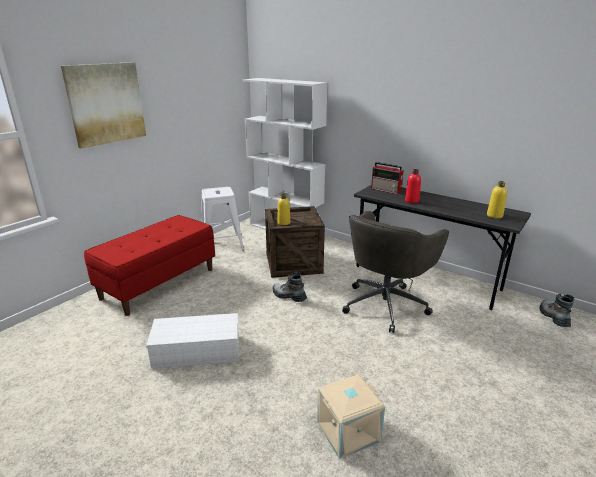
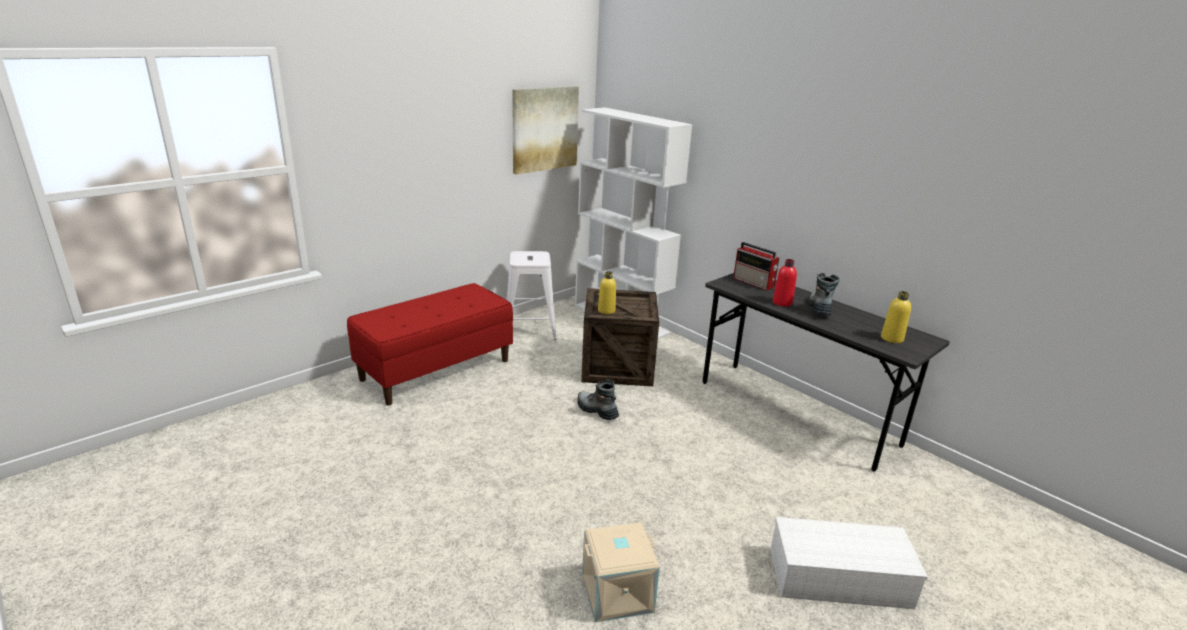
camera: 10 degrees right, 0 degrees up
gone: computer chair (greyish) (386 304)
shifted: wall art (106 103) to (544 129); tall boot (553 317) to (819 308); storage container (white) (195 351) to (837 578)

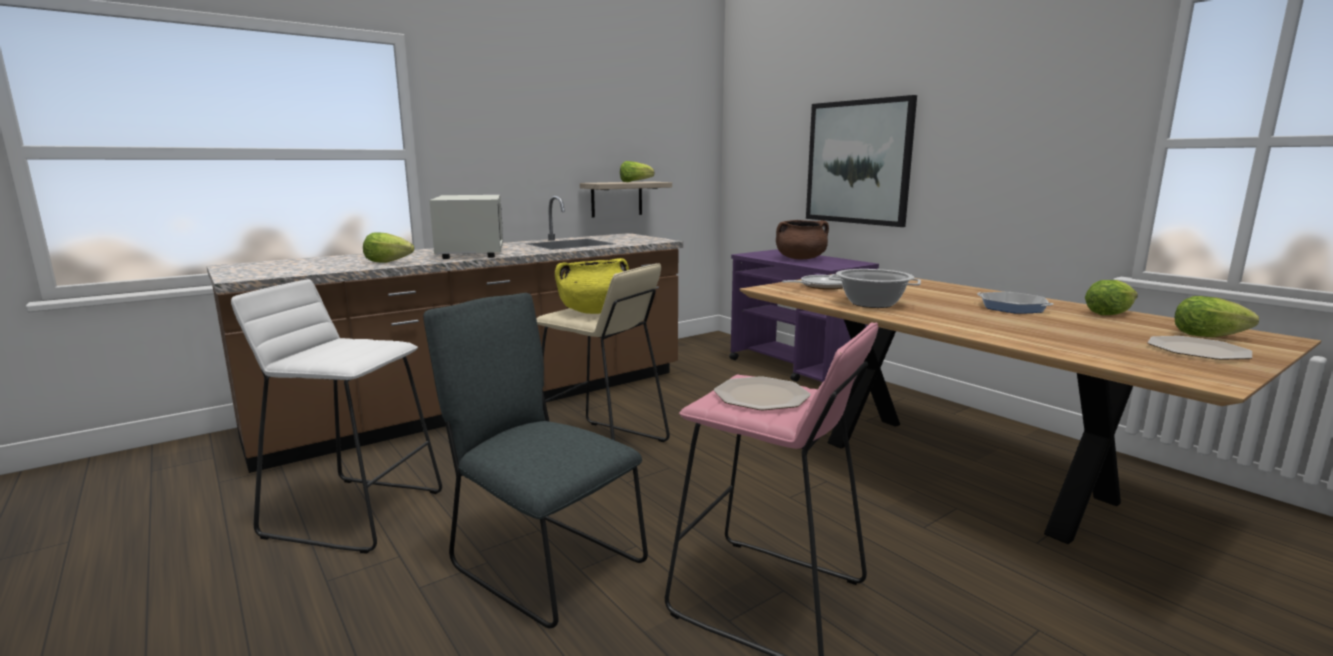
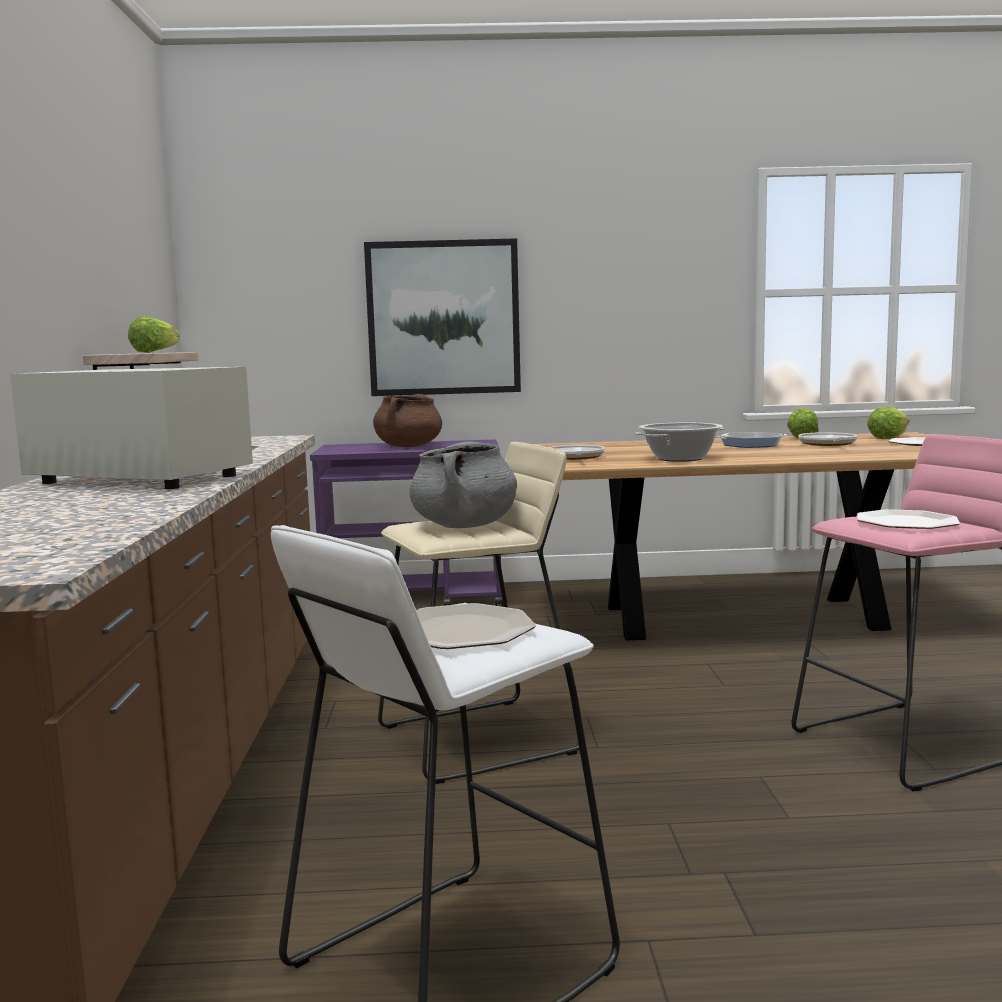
camera: 55 degrees left, 5 degrees down
gone: head of lettuce (387 262); upright chair (greyish) (541 562)
new: pan (828 444); dinner plate (460 631)
repainted: cooking pot (yellowish) (594 312) to cooking pot (greyish) (464 526)

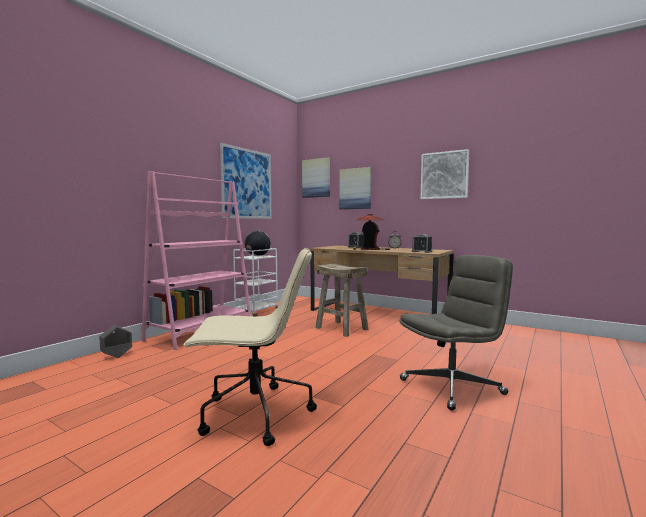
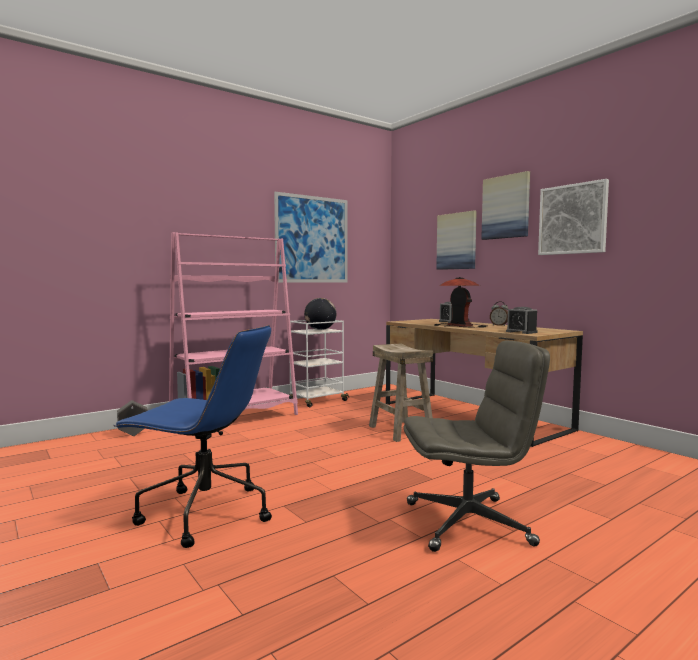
camera: 20 degrees right, 0 degrees up
shifted: wall art (316 178) to (506 207)
repainted: computer chair (beige-coloured) (254 414) to computer chair (bluish) (203 513)

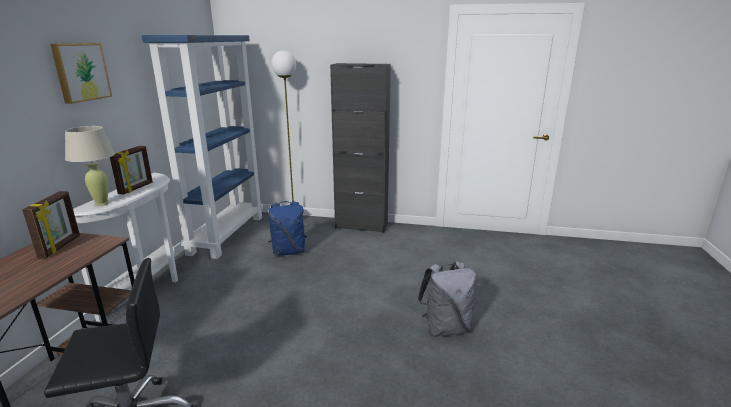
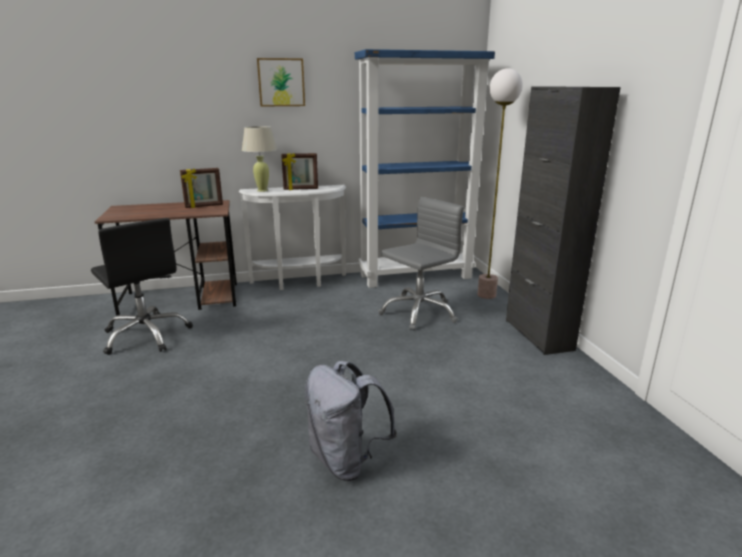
camera: 65 degrees right, 0 degrees up
swapped: rucksack (bluish) (288 251) to computer chair (greyish) (418 312)

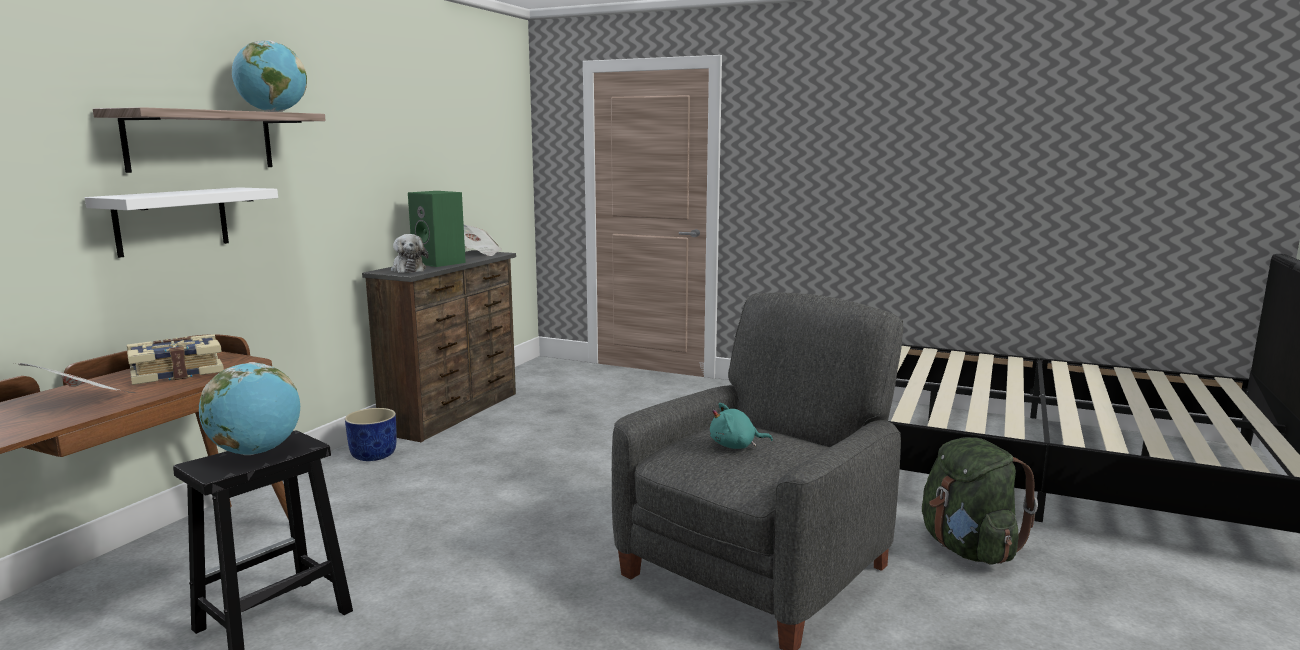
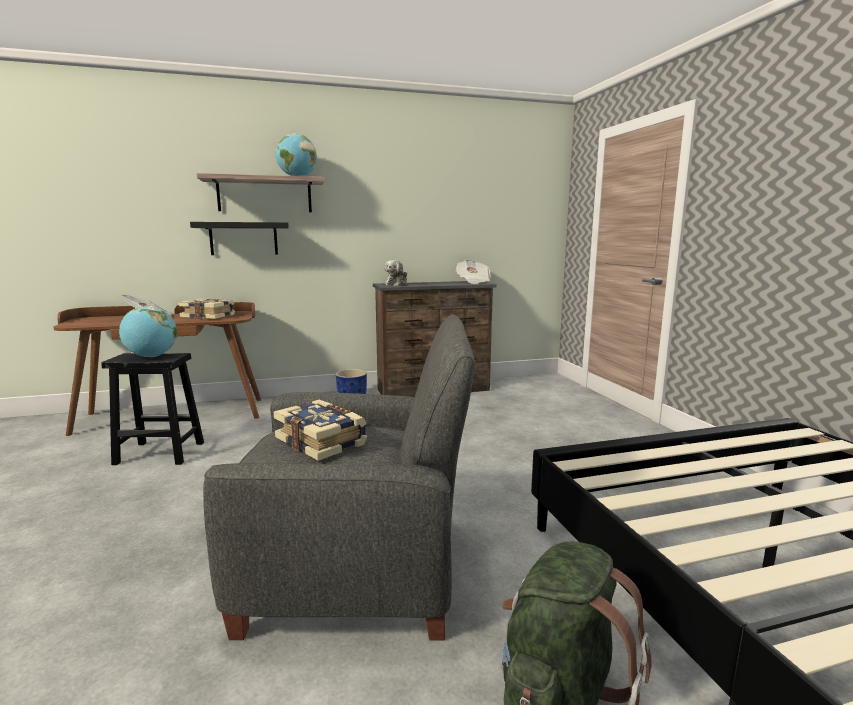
camera: 50 degrees right, 0 degrees up
gone: speaker (green-coloured) (440 263)
swapped: soft toy (turquoise) (736 446) to volume (322 441)
repainted: wall shelf (white) (172 221) to wall shelf (blackish) (243 238)

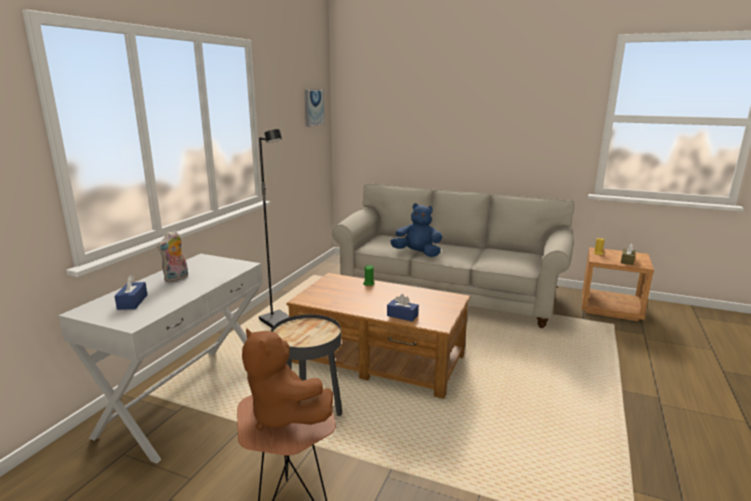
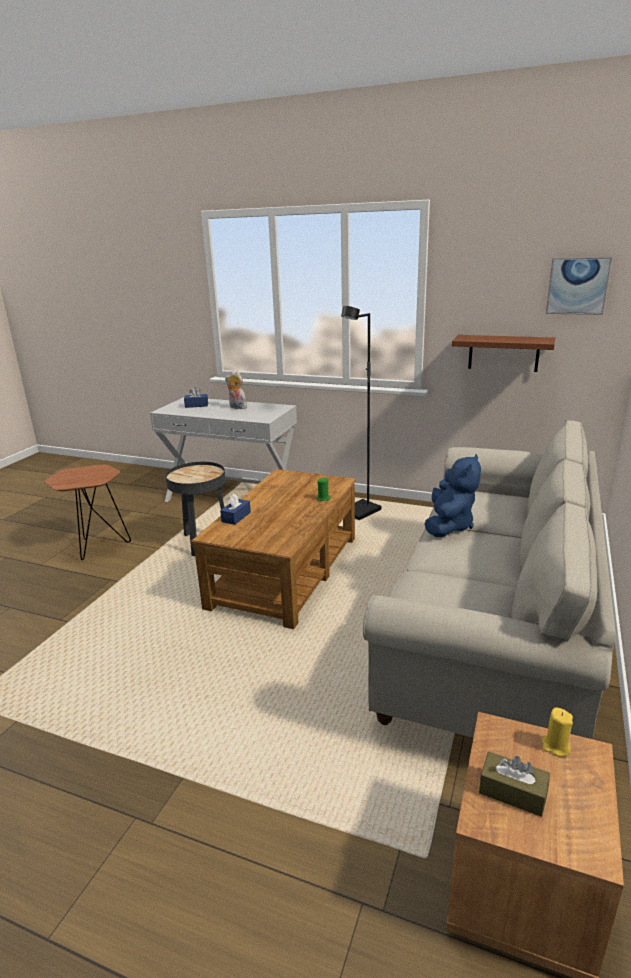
camera: 90 degrees right, 5 degrees up
gone: soft toy (brown-coloured) (283 415)
new: wall shelf (brown-coloured) (503 353)

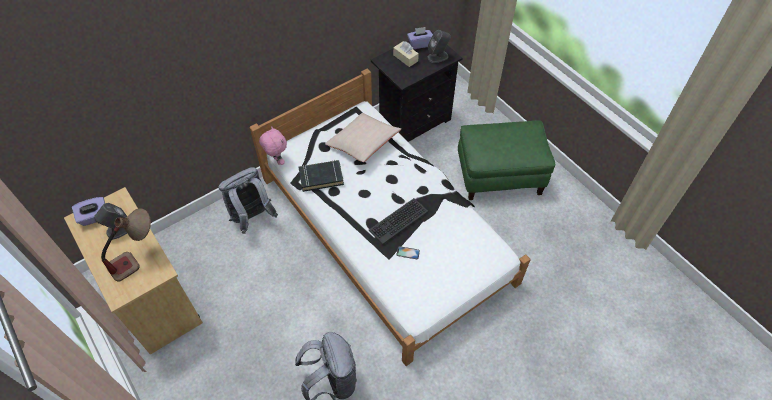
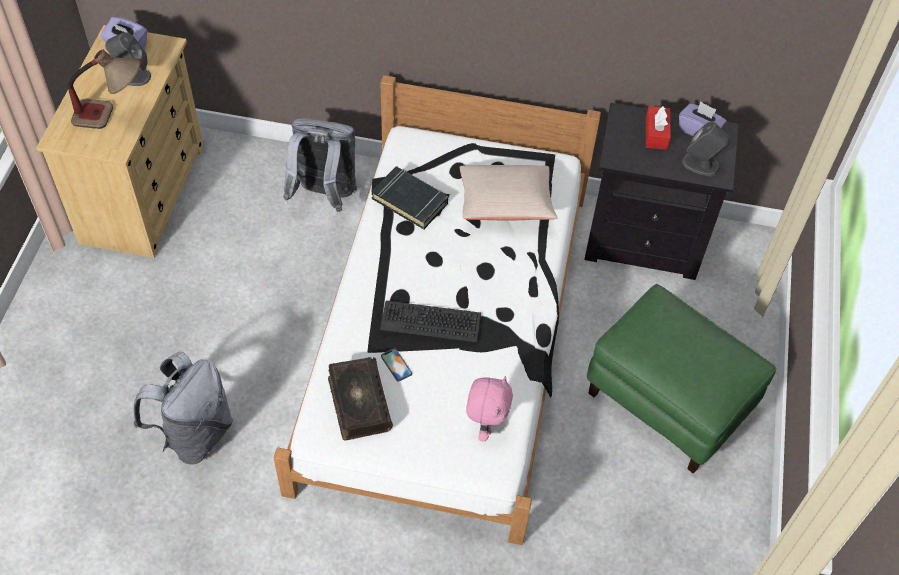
camera: 45 degrees right, 0 degrees up
new: volume (358 403)
shifted: soft toy (pinkish) (277 160) to (485 426)
repainted: box of tissues (beige-coloured) (405 58) to box of tissues (red-coloured) (656 133)

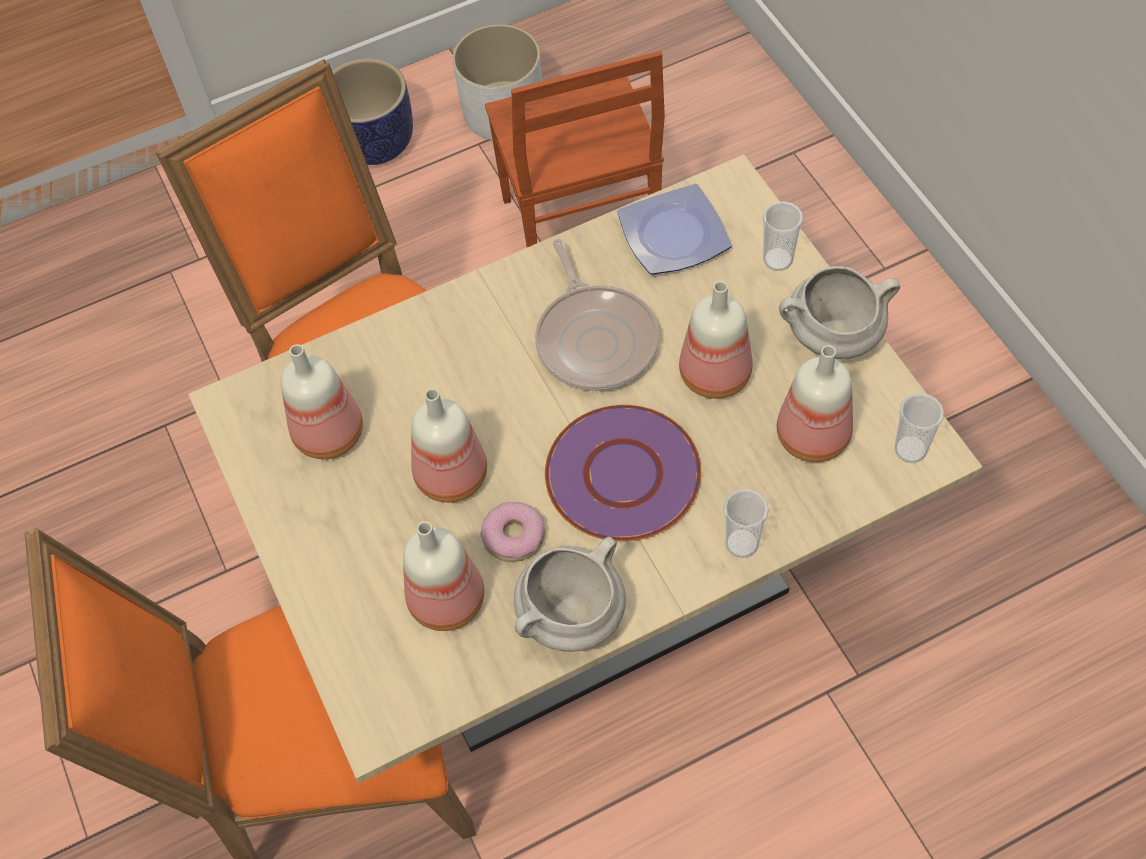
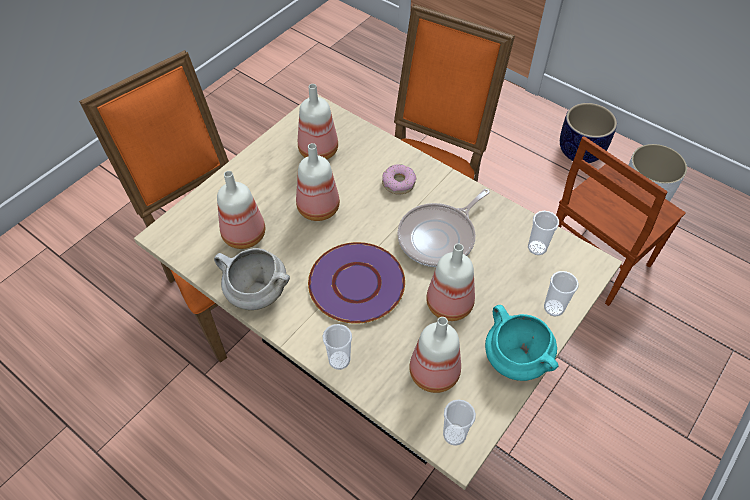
camera: 60 degrees right, 5 degrees down
shifted: doughnut (514 537) to (398 183)
swapped: dinner plate (674 233) to drinking cup (537 248)
repainted: cooking pot (white) (832 336) to cooking pot (turquoise) (514 358)

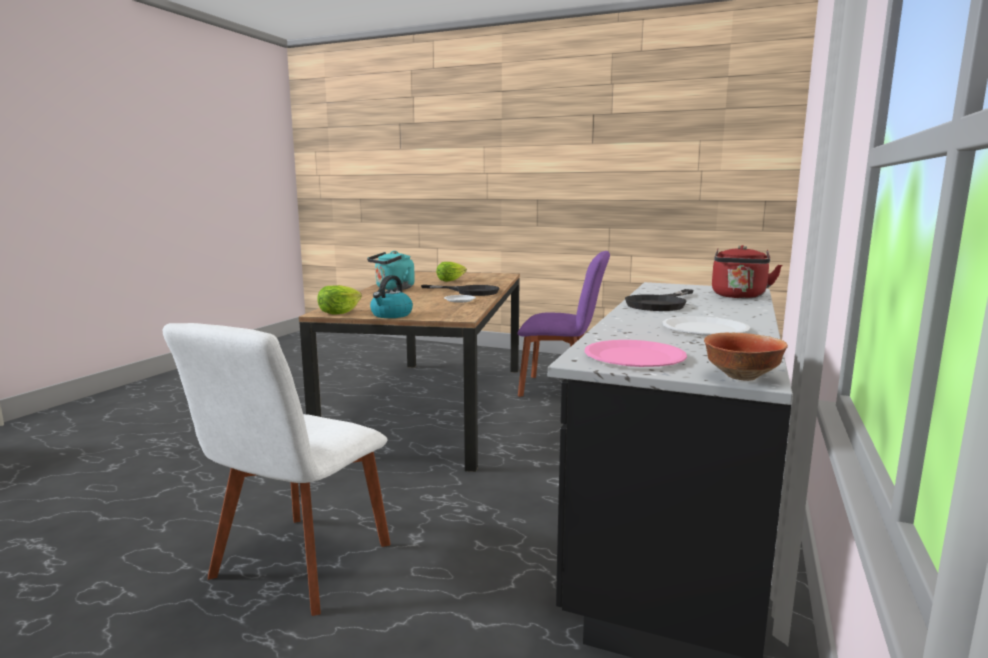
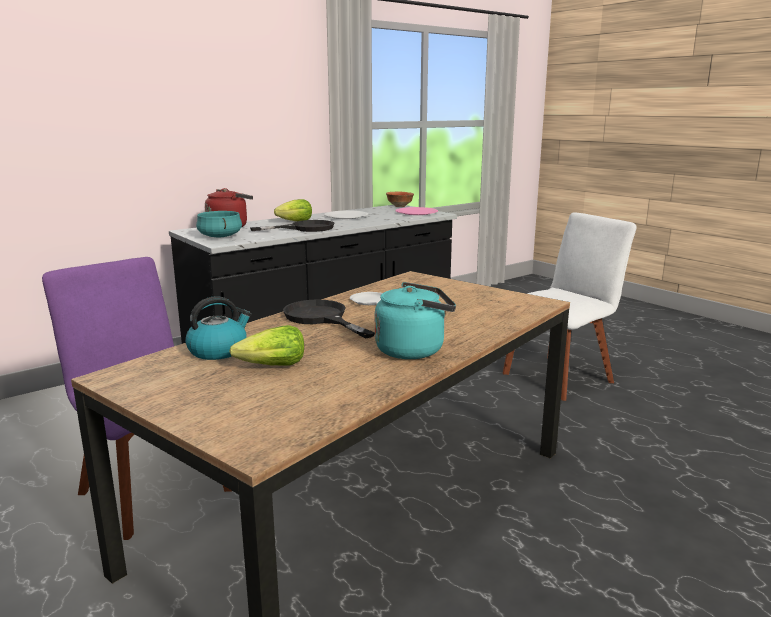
camera: 150 degrees left, 5 degrees up
new: cooking pot (turquoise) (219 236)
shifted: water kettle (391 315) to (218 350); head of lettuce (339 312) to (295 222)

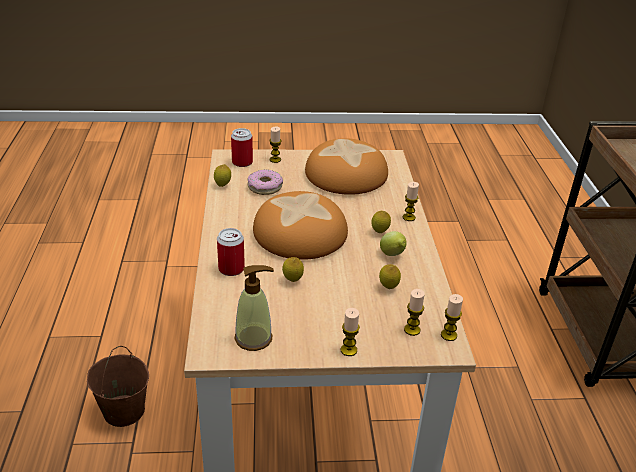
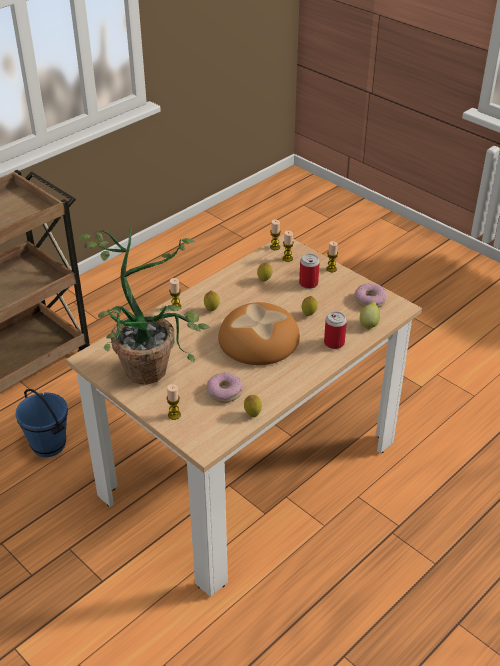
camera: 130 degrees left, 5 degrees up
gone: water bucket (brown-coloured) (123 411)
new: water bucket (bluish) (49 445)
shifted: can (242 162) to (308 283); whole lemon (392 255) to (369 324)
swapped: baked bread (346 175) to potted plant (151 363); soap dispenser (254 338) to doughnut (370 300)

